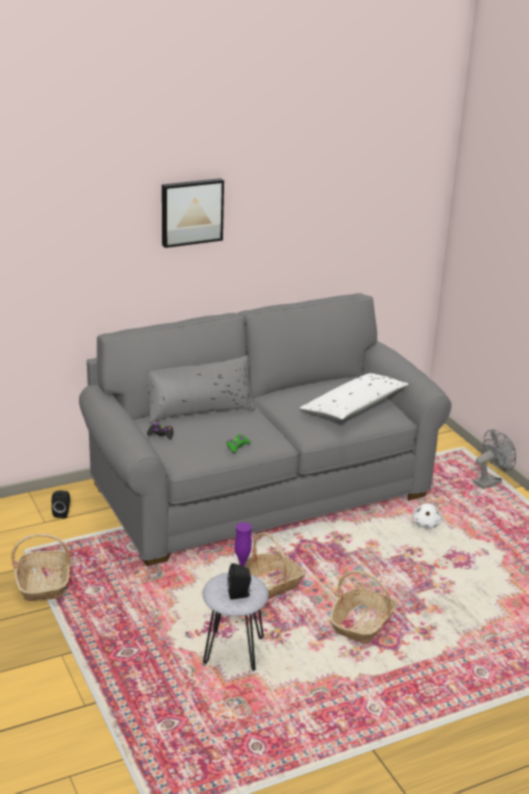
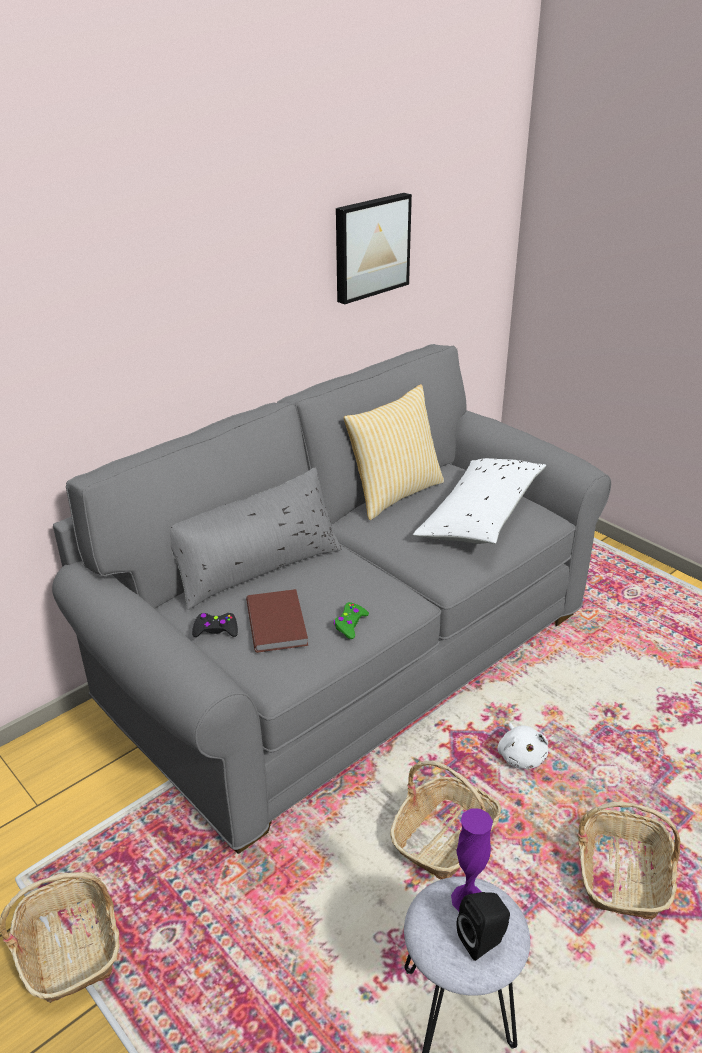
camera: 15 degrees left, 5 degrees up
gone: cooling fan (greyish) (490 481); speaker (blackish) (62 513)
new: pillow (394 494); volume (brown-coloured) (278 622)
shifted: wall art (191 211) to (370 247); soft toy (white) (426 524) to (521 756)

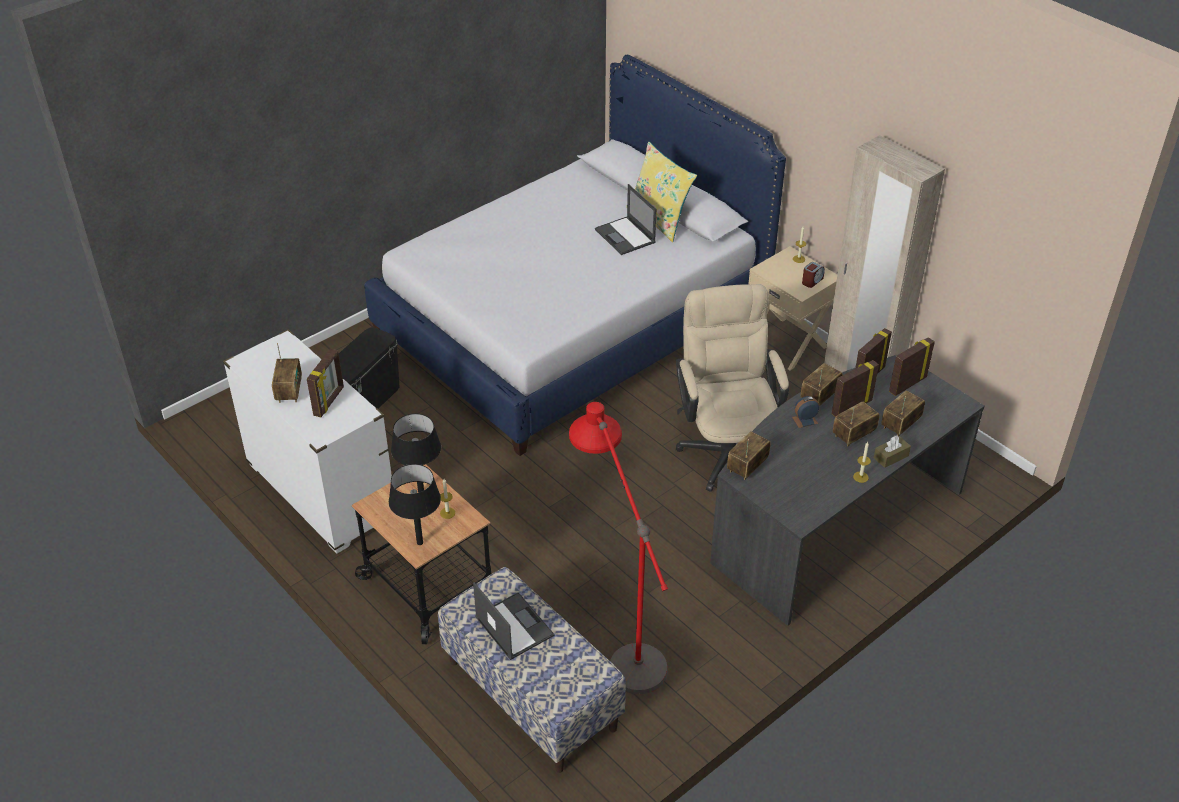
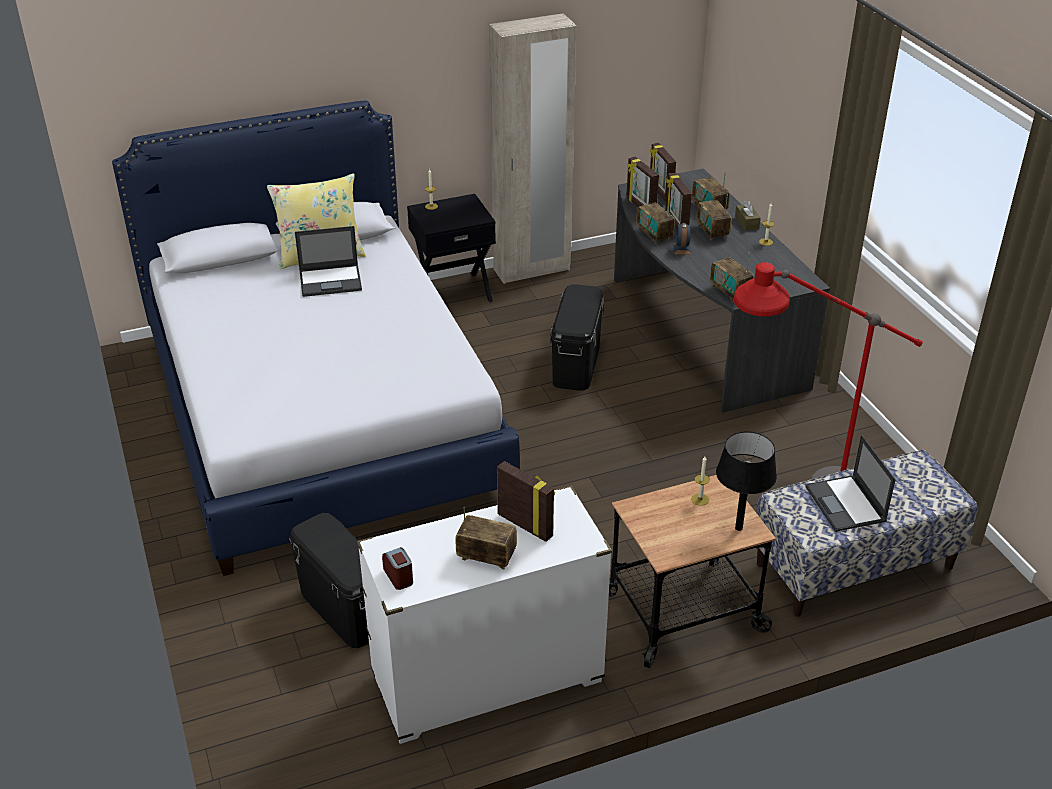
camera: 70 degrees left, 5 degrees down
gone: lamp for a table (blackish) (421 491)
shifted: table clock (812 281) to (399 576)
swapped: computer chair (beige-coloured) (726 447) to storage container (blackish) (576 364)
repainted: nightstand (beige-coloured) (787 343) to nightstand (blackish) (453 292)
rotated: notebook computer (513 626) = (846 504) 90 degrees counterclockwise

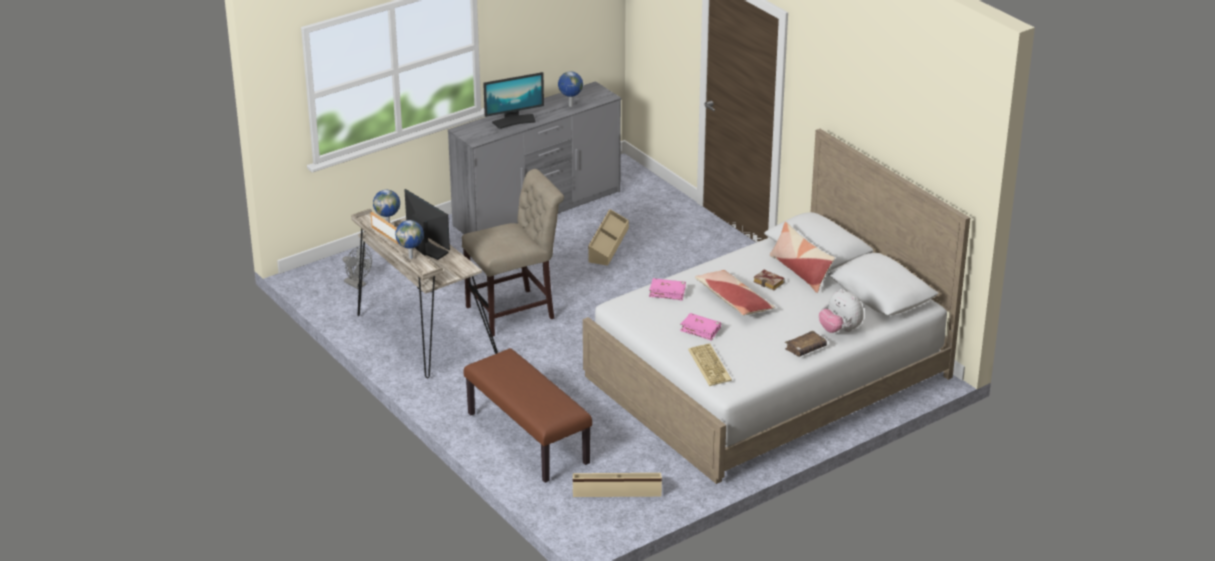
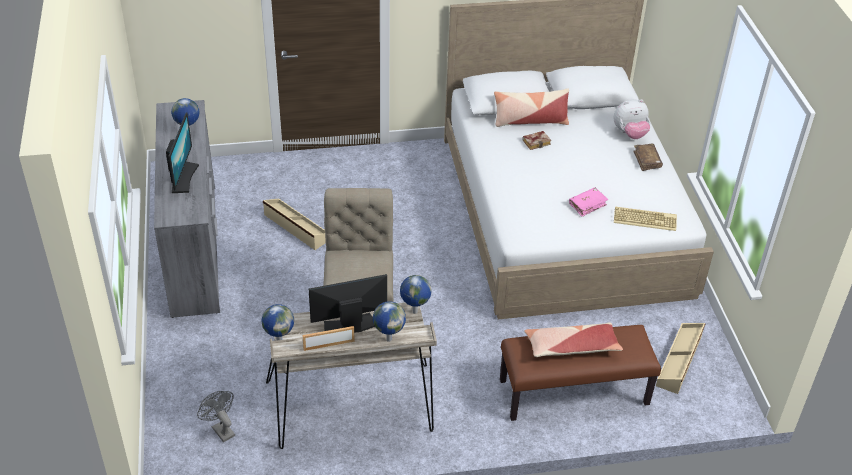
camera: 65 degrees left, 10 degrees up
gone: volume (pinkish) (667 293)
new: desk globe (414 312)
shifted: pillow (733 300) to (571 347)
rotated: cooling fan (greyish) (358 285) = (220 429) 105 degrees counterclockwise

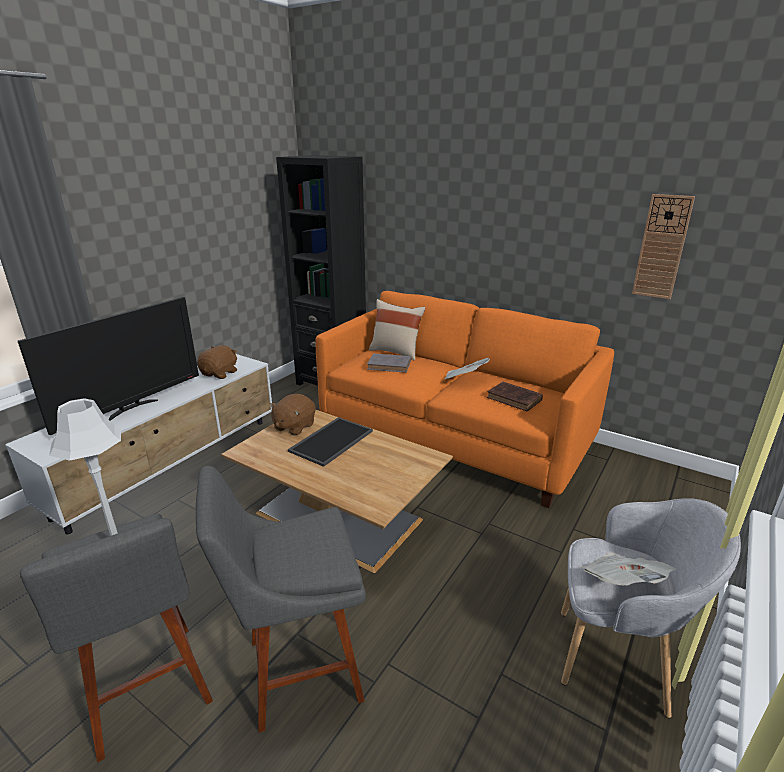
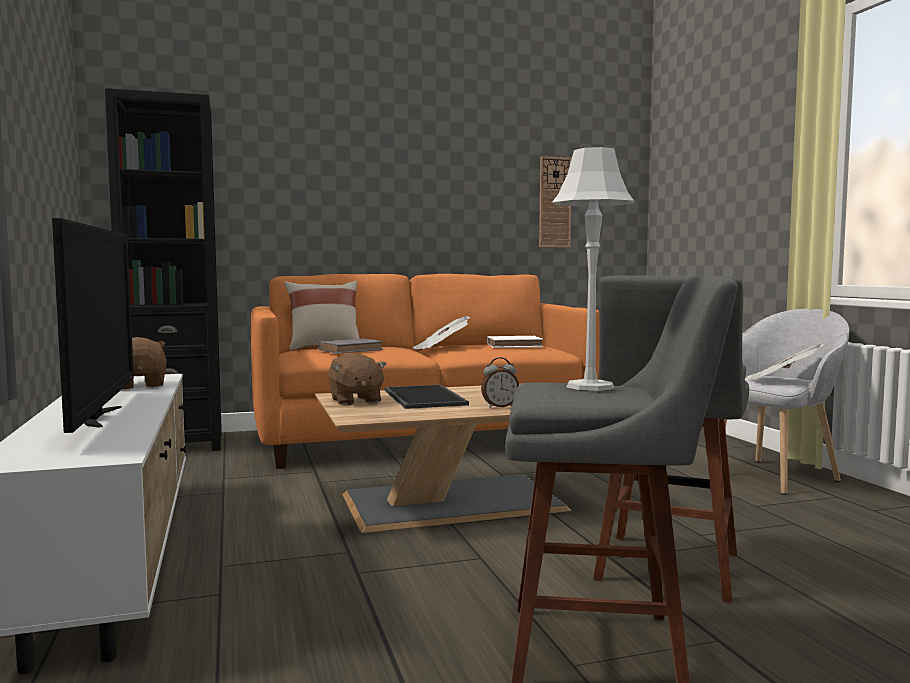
camera: 50 degrees left, 20 degrees down
new: table clock (499 406)
repainted: volume (brown-coloured) (515 399) to volume (white) (516 345)

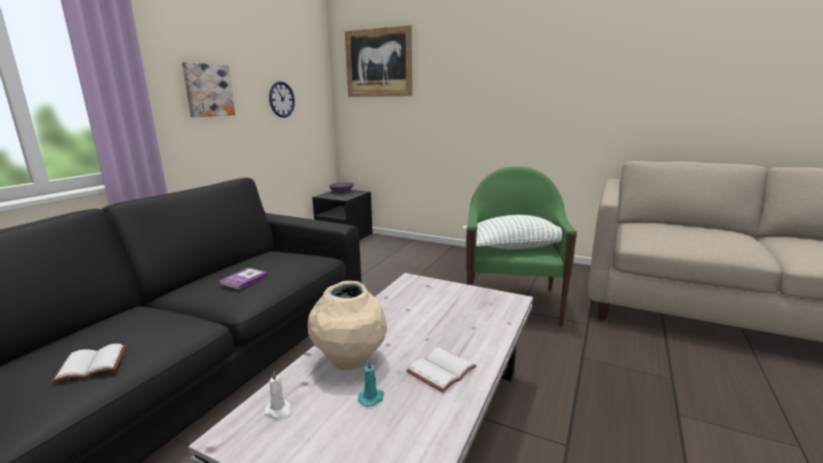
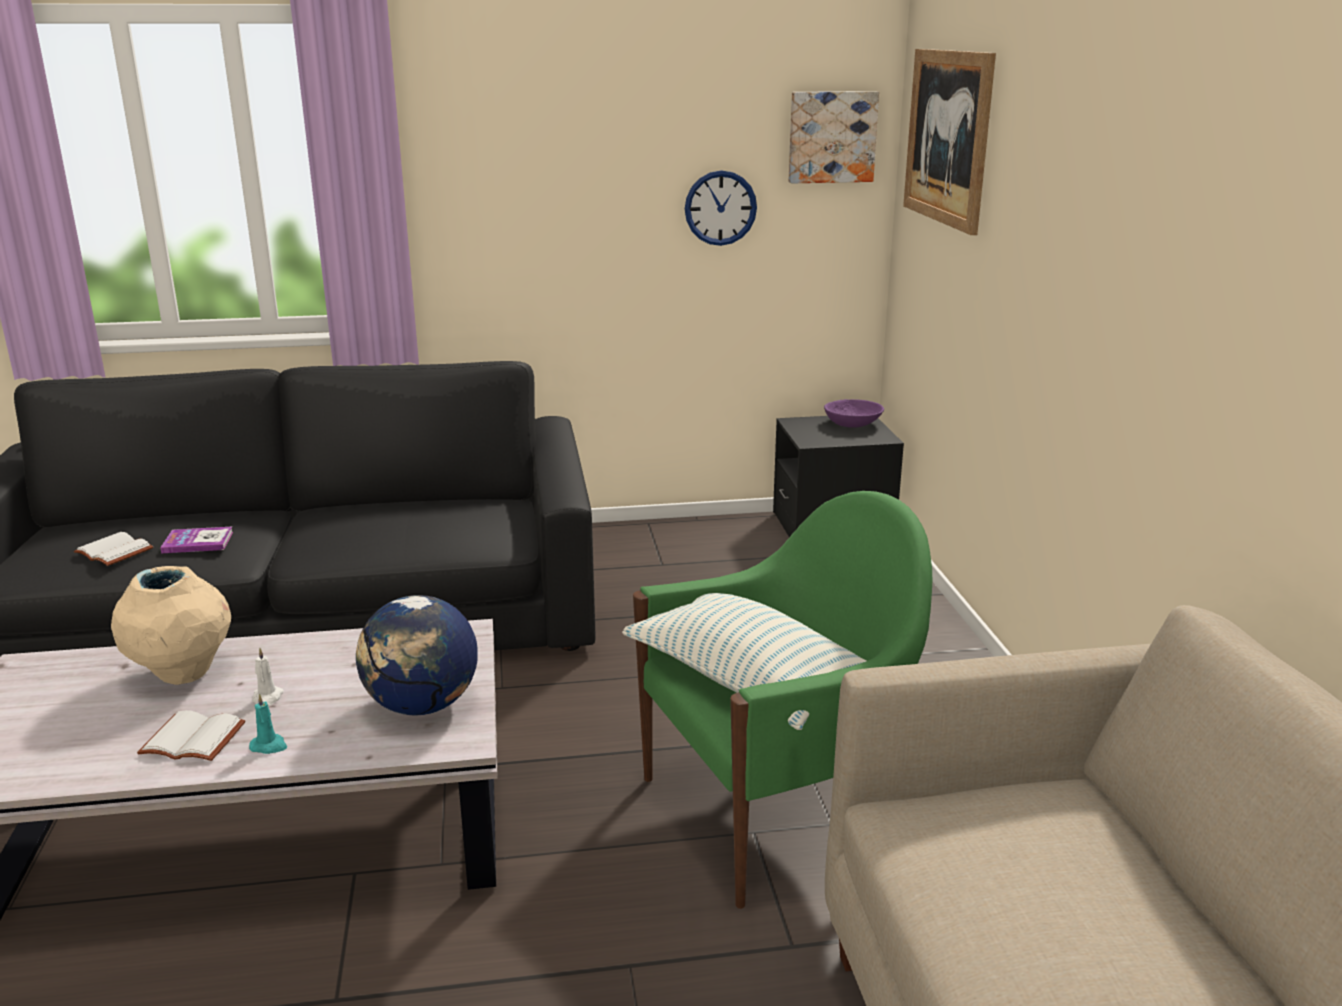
camera: 55 degrees right, 5 degrees up
new: desk globe (422 706)
shifted: wall art (208 90) to (831 137); volume (244 279) to (198 542); candle (turquoise) (372 398) to (269 746); candle (white) (279 411) to (267 698)

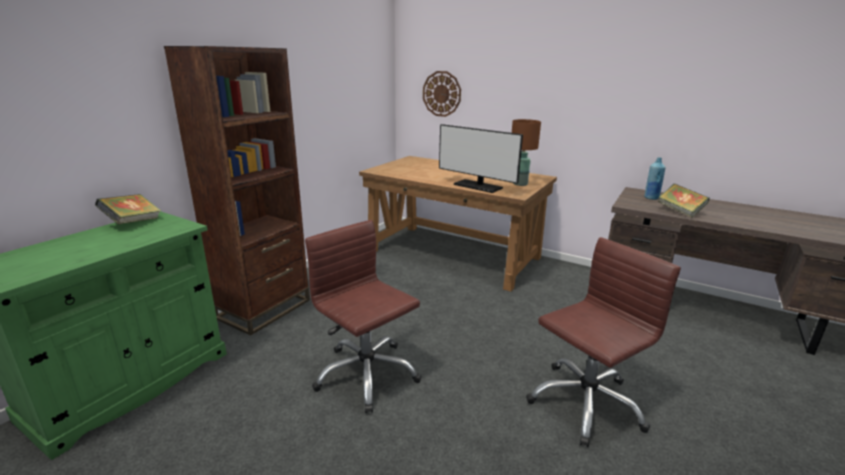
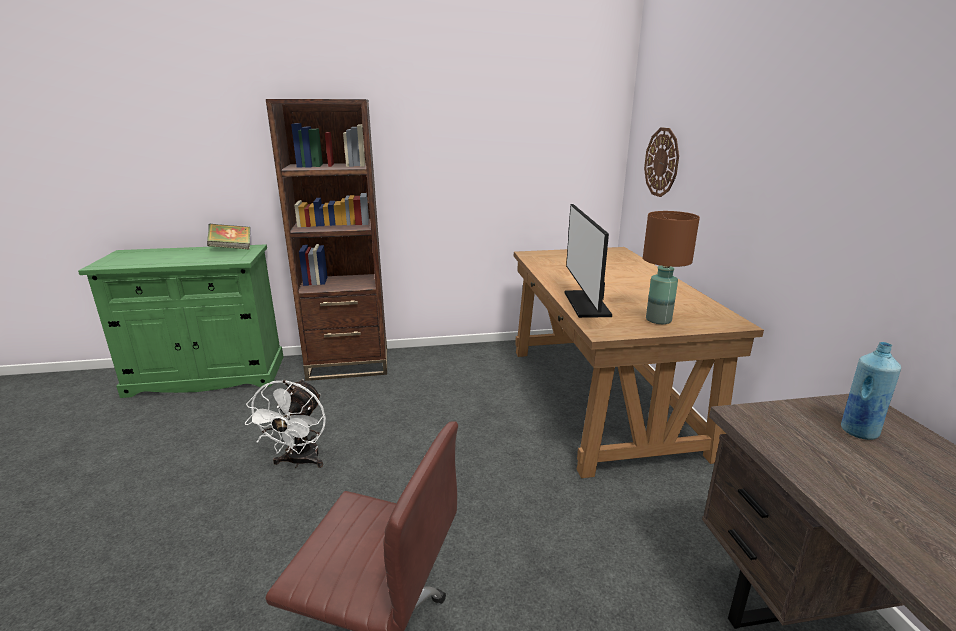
camera: 50 degrees right, 0 degrees up
gone: volume (680 211)
swapped: computer chair (brown-coloured) (366 374) to cooling fan (white) (299 462)

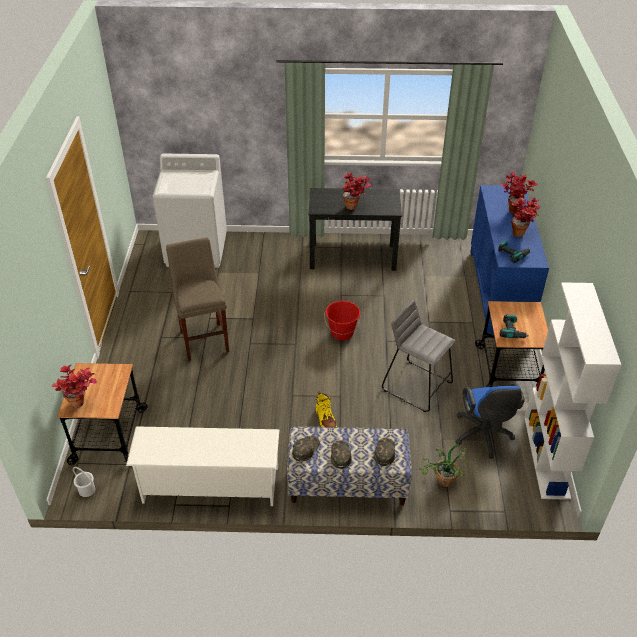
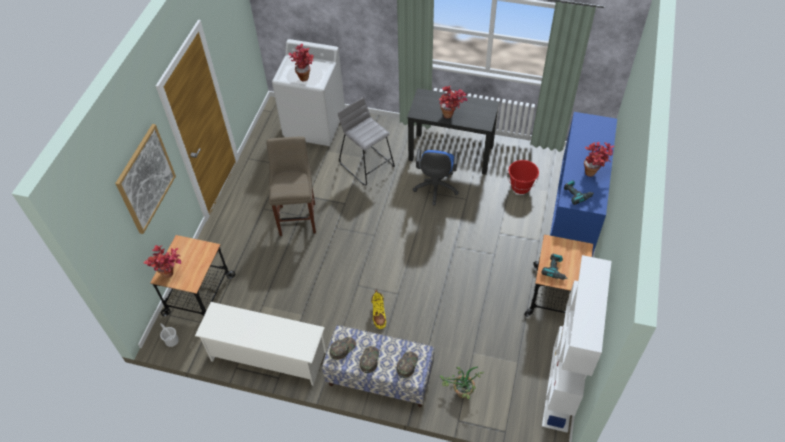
camera: 15 degrees right, 10 degrees up
new: wall art (145 179)
shifted: potted plant (513 209) to (304 76); stool (greyish) (417 385) to (367 164); water bucket (red-coloured) (342 333) to (521 187); computer chair (bluish) (483 436) to (435 189)

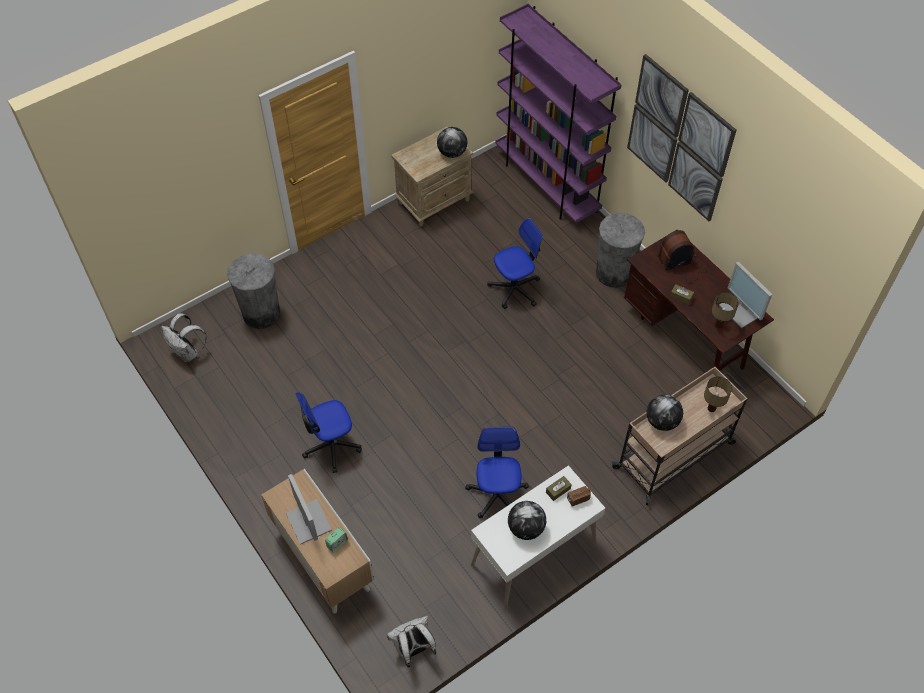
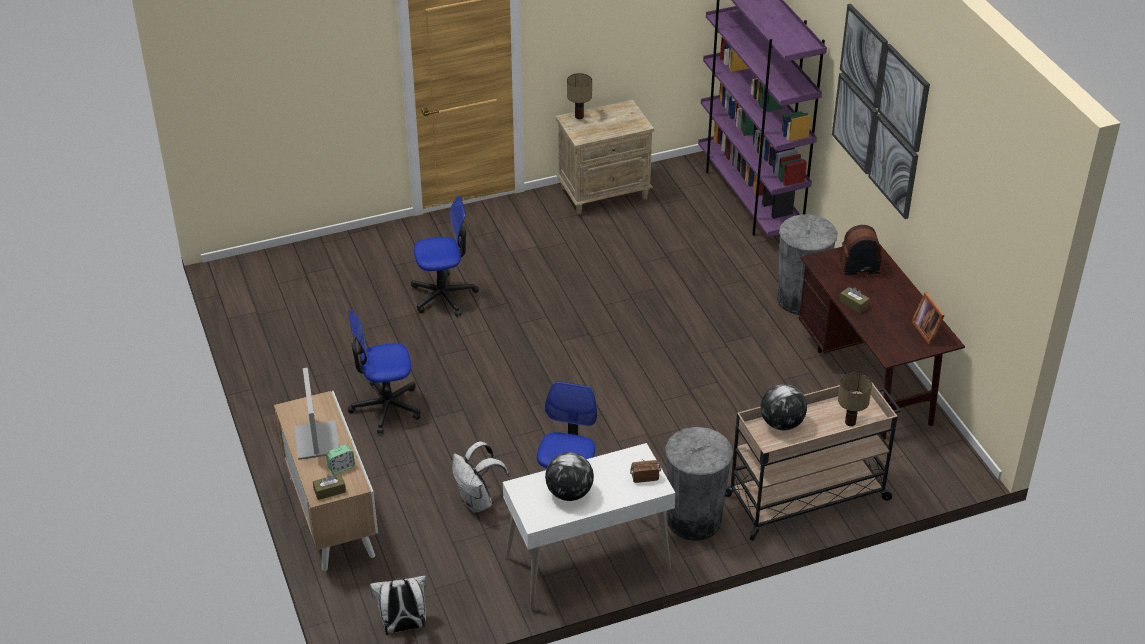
camera: 15 degrees right, 15 degrees down
gone: desk globe (452 153)
shifted: computer chair (515 289) to (443 296); waste bin (greyish) (261 313) to (694 520); lamp for a table (718 324) to (579 116); rucksack (white) (188 353) to (478 502); box of tissues (brown-coloured) (558 490) to (329 491)
swapped: computer screen (742 310) to photo frame (927 330)

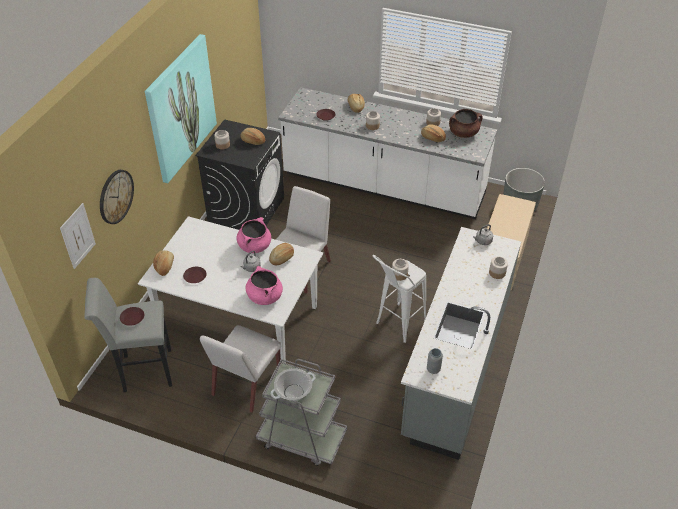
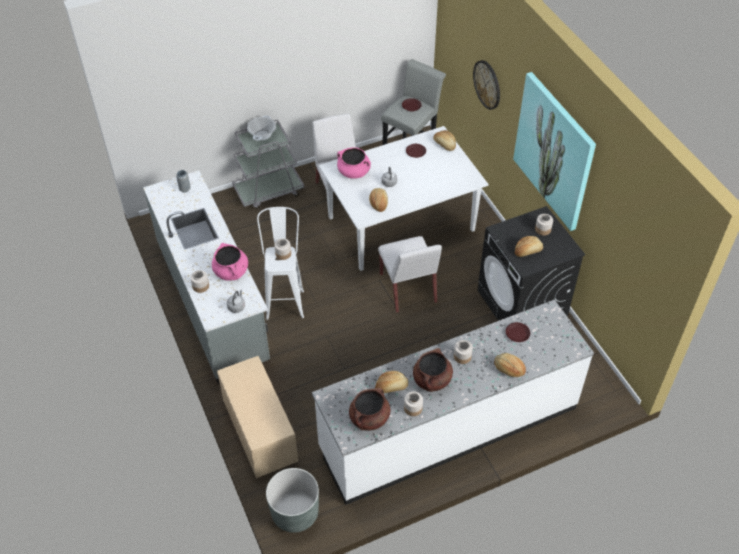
camera: 135 degrees right, 5 degrees up
gone: wall art (77 236)
new: cooking pot (brown-coloured) (432 380)
shifted: cooking pot (pinkish) (254 246) to (231 272)

